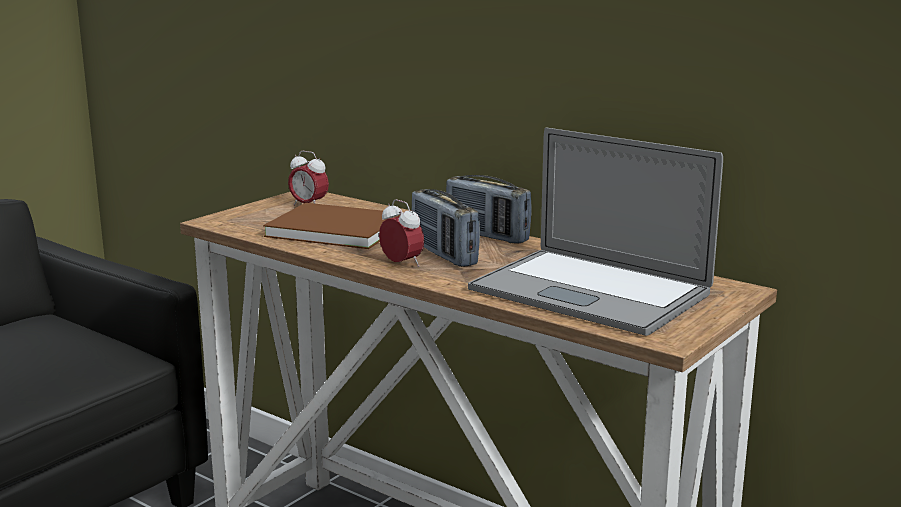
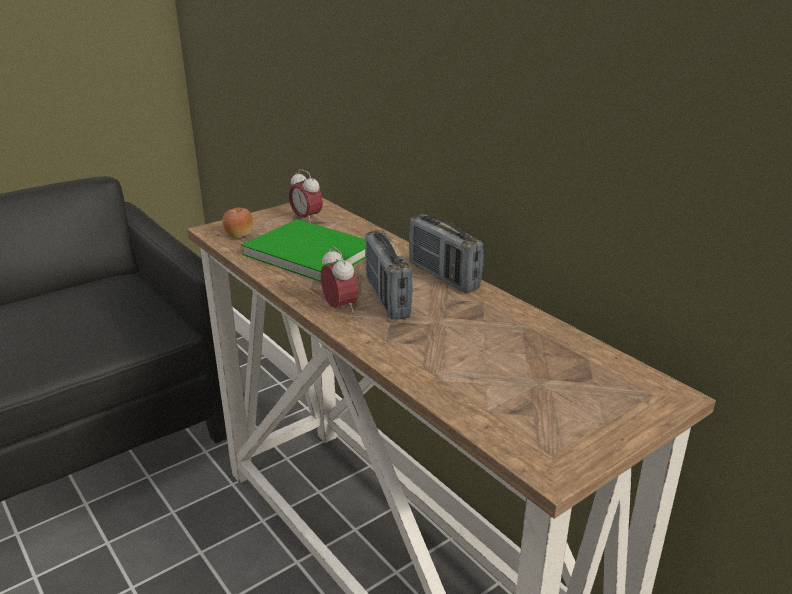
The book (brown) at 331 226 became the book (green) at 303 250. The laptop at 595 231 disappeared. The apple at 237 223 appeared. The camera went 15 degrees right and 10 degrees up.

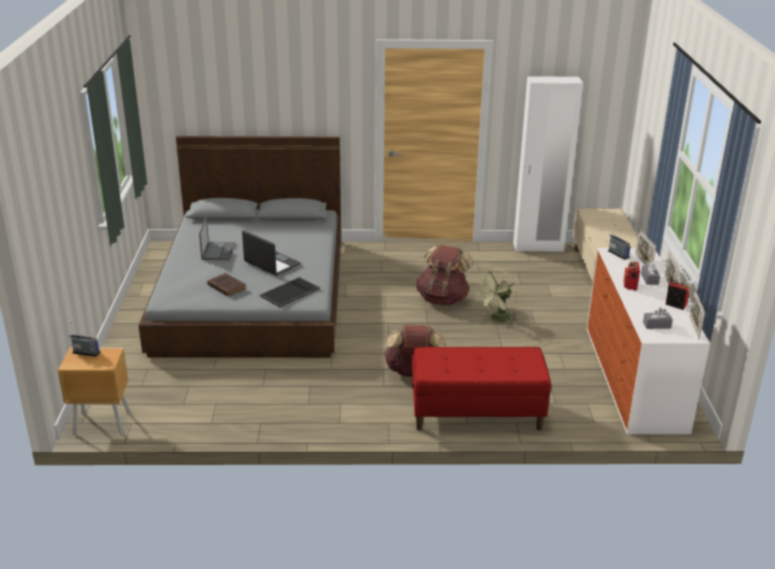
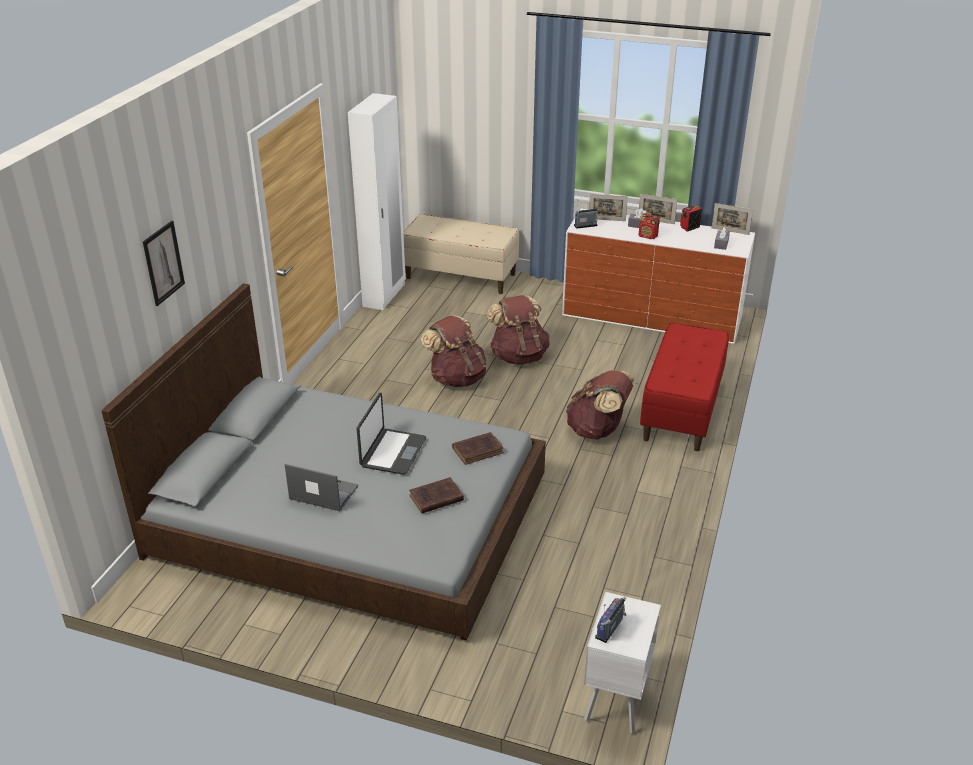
The nightstand (brown) at 94 391 became the nightstand (white) at 622 663. The laptop at 271 253 turned 135 degrees clockwise. The tray at 290 292 was replaced by the book (brown) at 478 448. The fan (green) at 496 297 was replaced by the backpack (brown) at 518 330. The picture at 164 263 appeared. The camera went 70 degrees left and 5 degrees up.

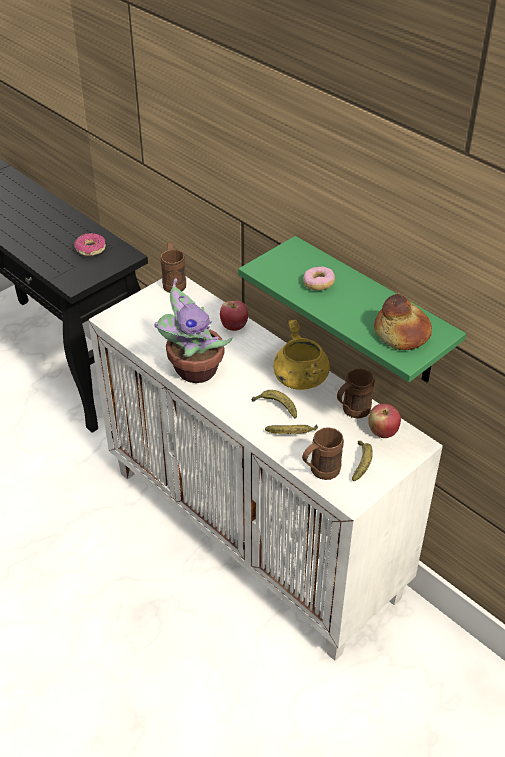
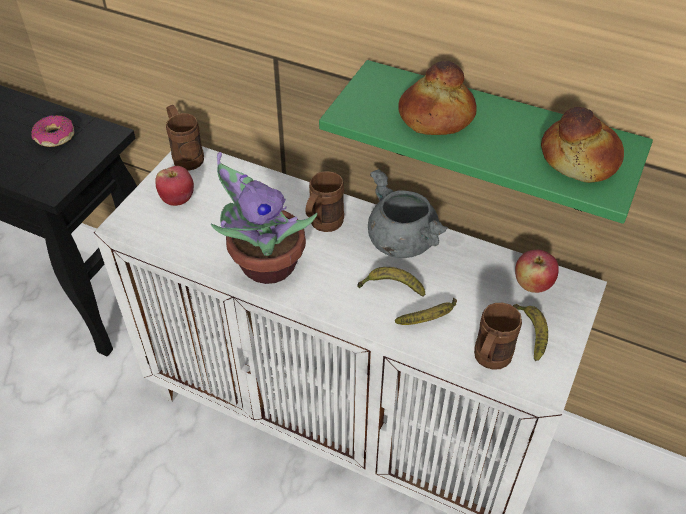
The apple moved from 234 316 to 174 186. The cooking pot (yellow) at 301 355 became the cooking pot (grey) at 408 213. The donut at 319 278 was replaced by the bread at 437 98. The mug (brown) moved from 356 393 to 324 201. The camera went 20 degrees left and 5 degrees up.

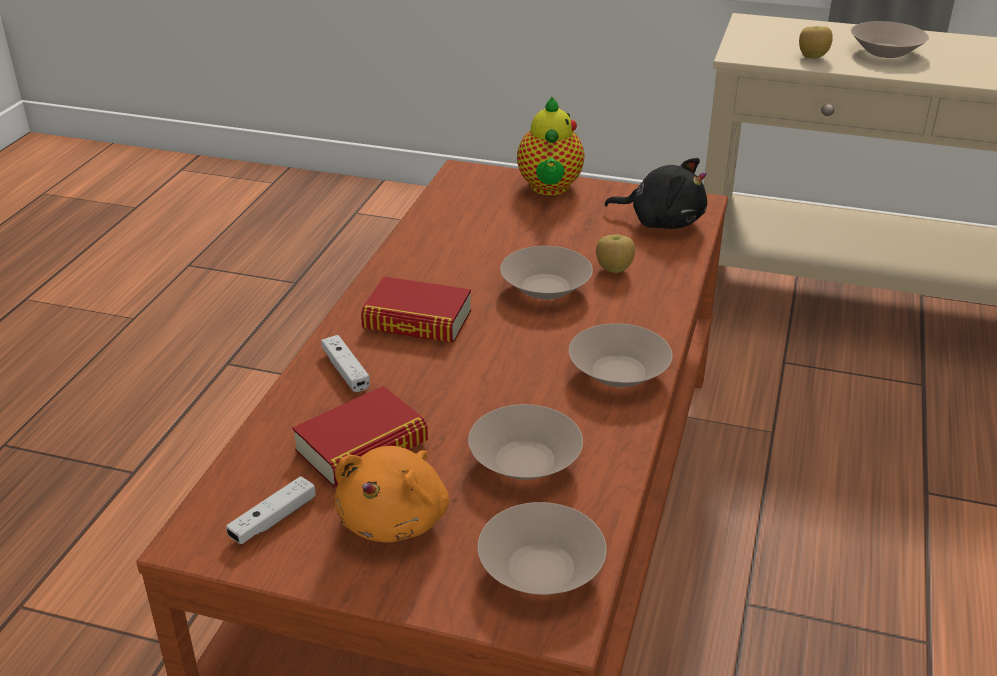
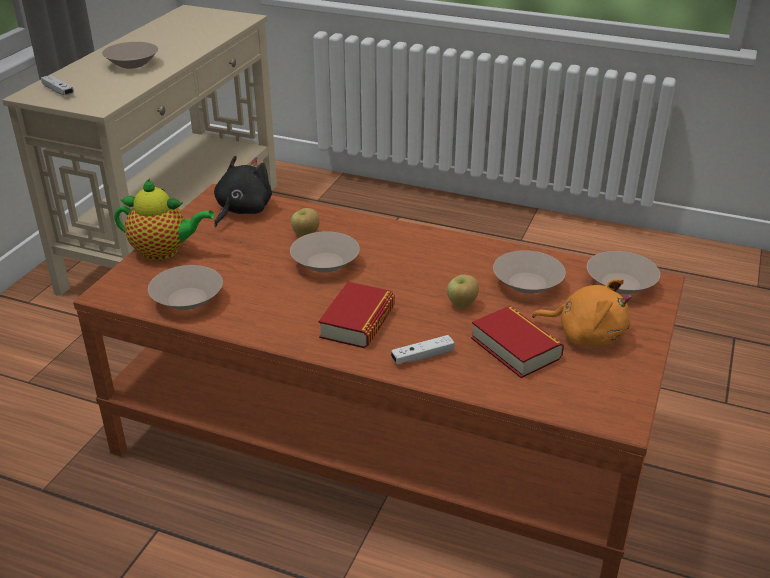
The game controller (white) moved from 271 510 to 57 85. The bowl (beige) moved from 620 355 to 185 287. The apple moved from 816 42 to 463 292. The camera went 85 degrees left and 0 degrees up.

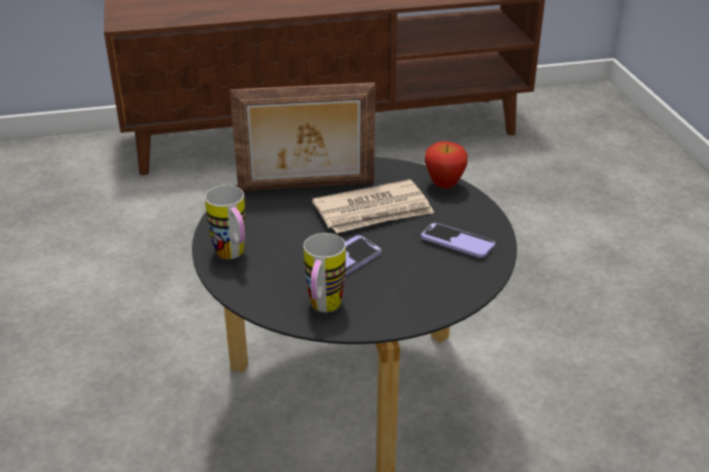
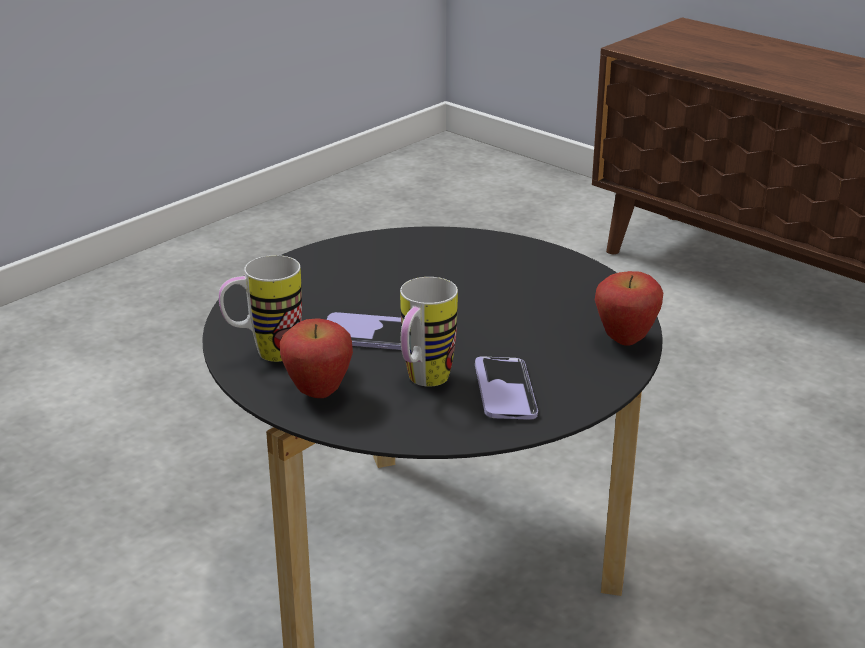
The mug moved from 225 222 to 429 332. The picture frame at 302 136 disappeared. The newspaper at 373 206 disappeared. The apple at 316 358 appeared. The camera went 55 degrees right and 5 degrees down.

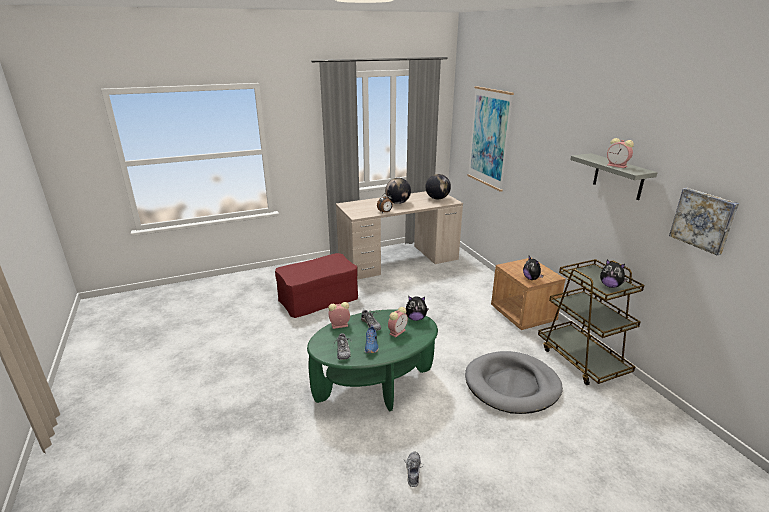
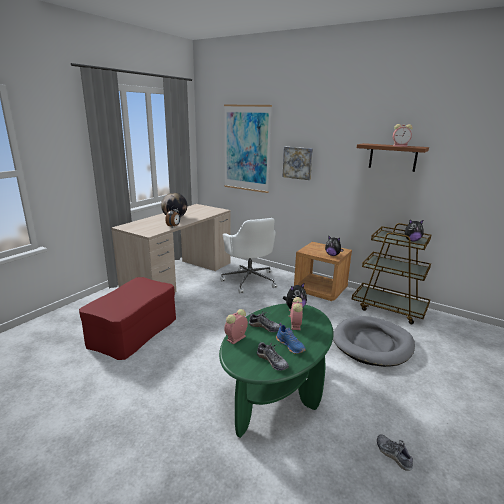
The globe at 438 186 disappeared. The shelf (grey) at 614 176 became the shelf (brown) at 393 157. The picture moved from 704 221 to 297 163. The office chair (white) at 248 256 appeared. The camera went 35 degrees left and 5 degrees down.

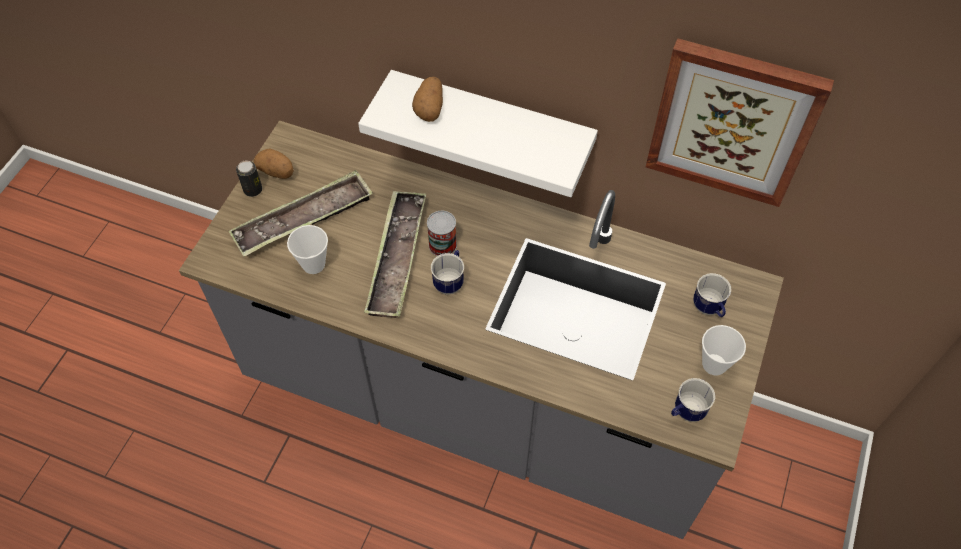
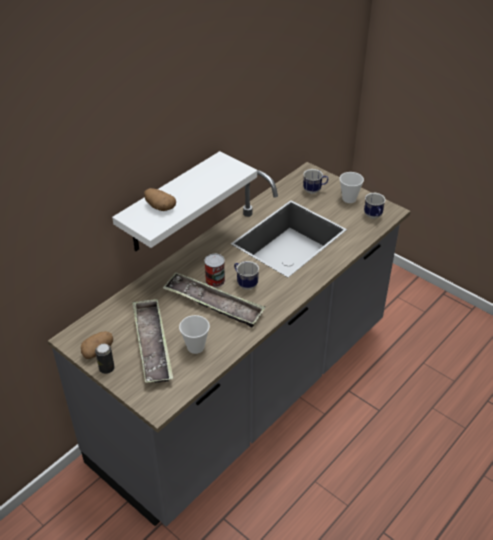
The picture at 740 122 disappeared. The camera went 70 degrees left and 15 degrees down.

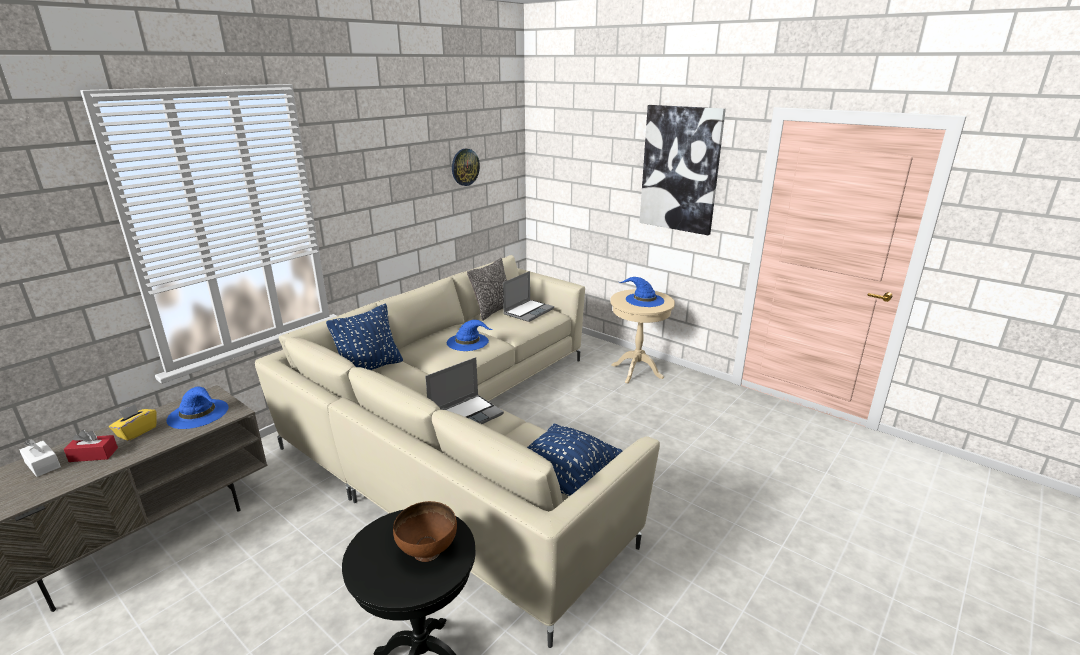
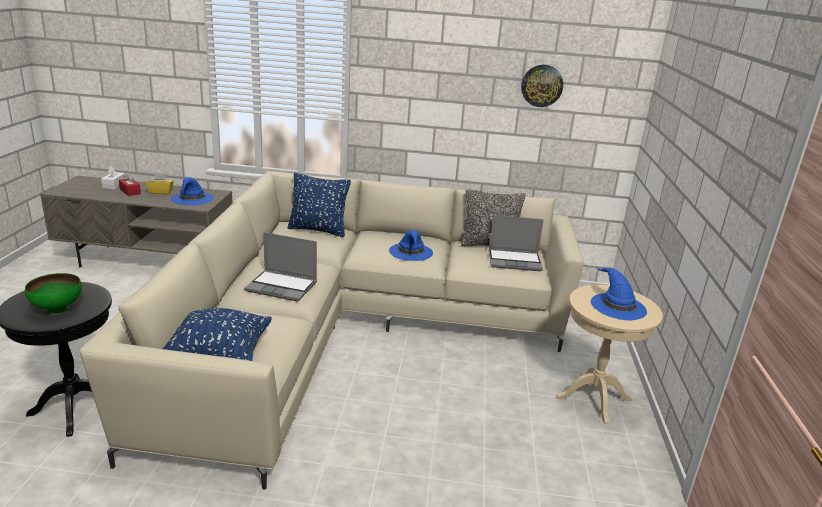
The bowl (brown) at 425 531 became the bowl (green) at 53 294. The picture at 682 170 disappeared. The camera went 55 degrees right and 0 degrees up.

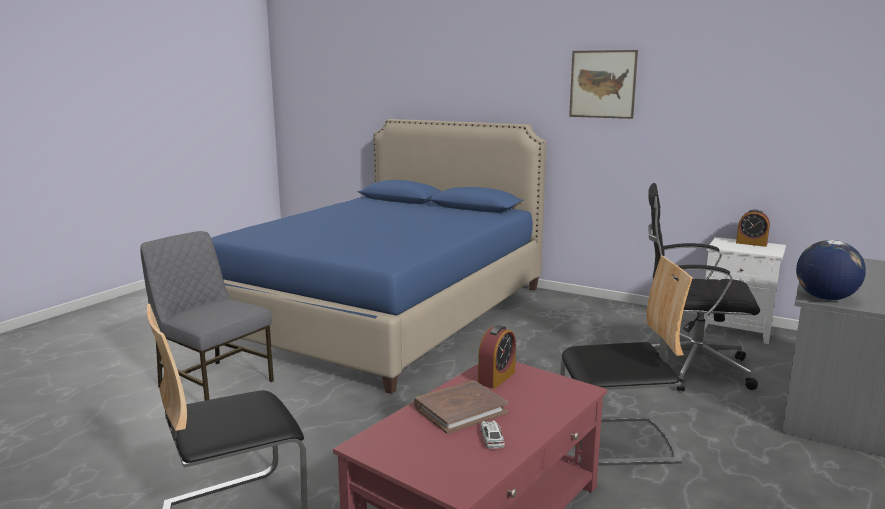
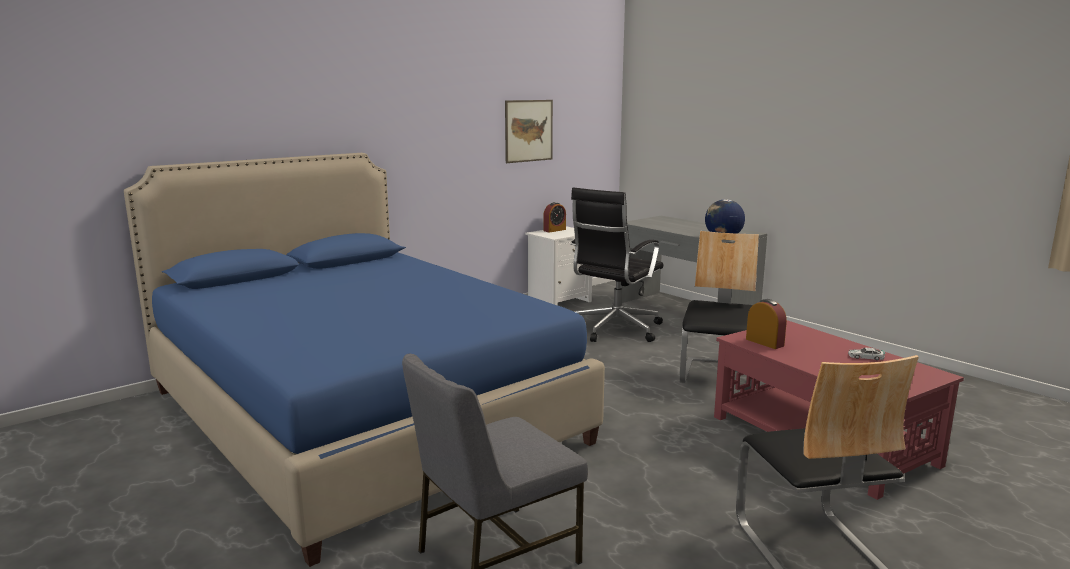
The book (brown) at 461 407 disappeared. The picture moved from 603 84 to 529 131. The camera went 70 degrees left and 0 degrees up.

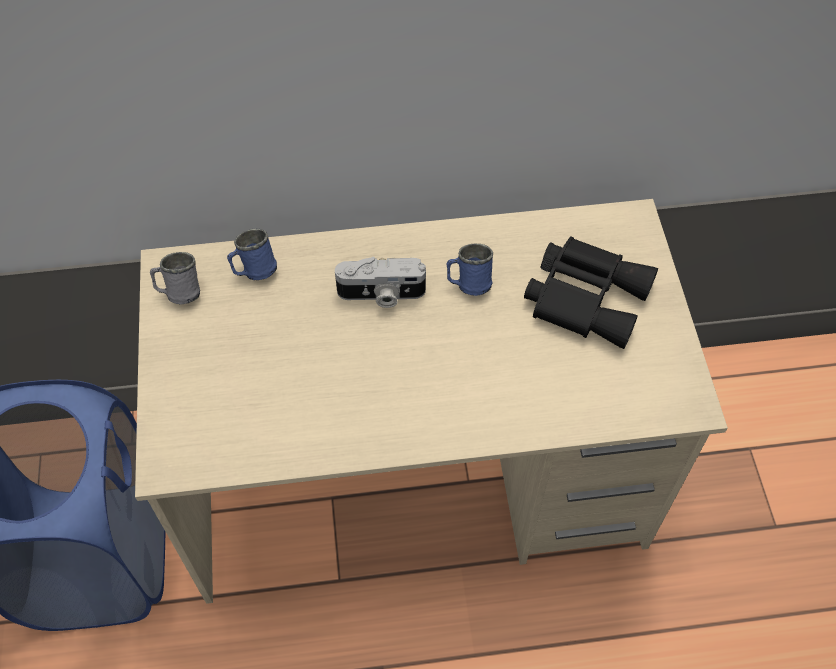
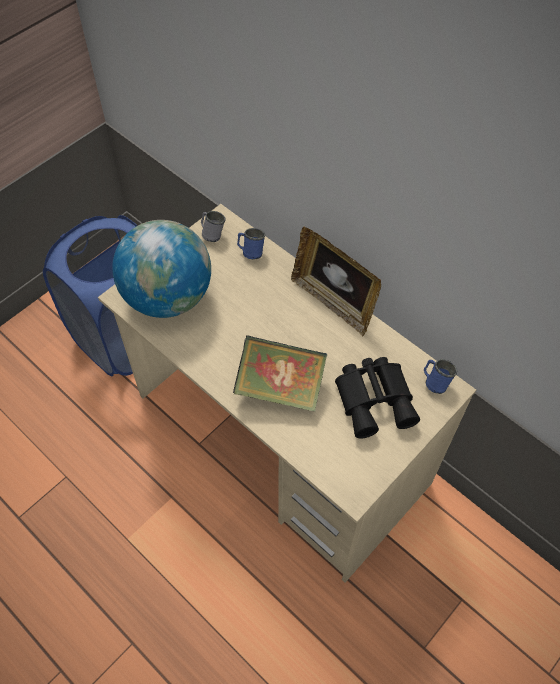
The photo camera at 380 282 disappeared. The mug (blue) moved from 470 269 to 440 376. The globe at 161 269 appeared. The book at 280 373 appeared. The picture frame at 336 282 appeared. The camera went 50 degrees right and 0 degrees up.

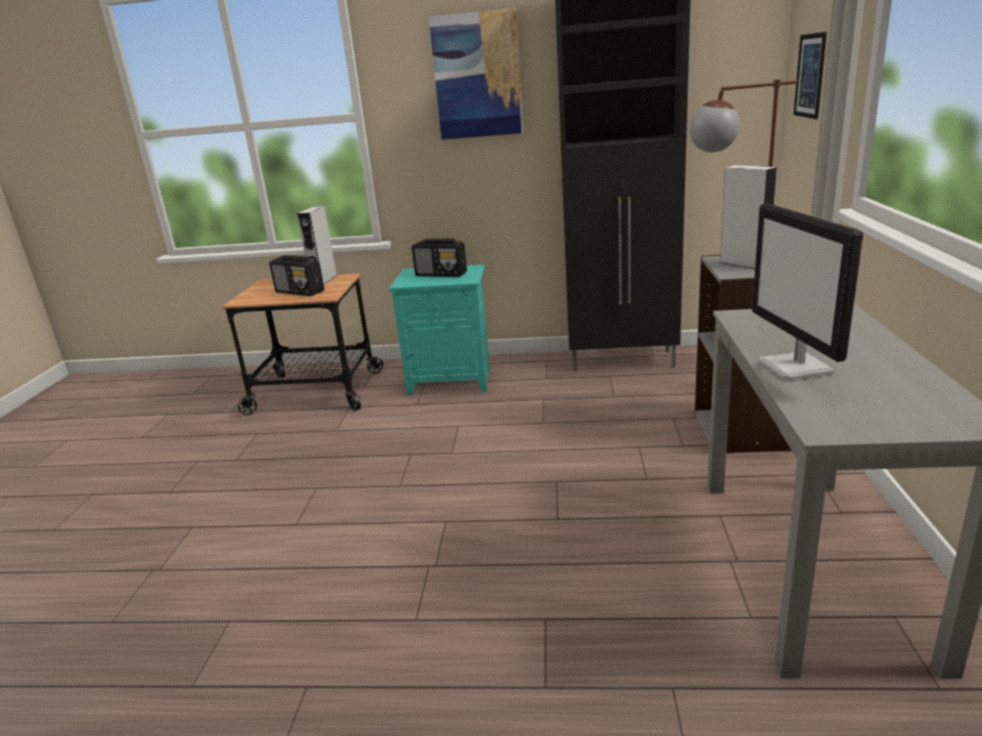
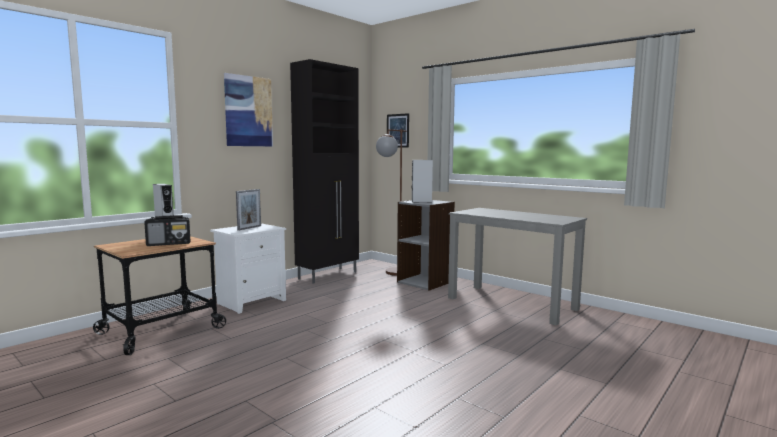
The nightstand (turquoise) at 439 329 became the nightstand (white) at 248 268. The radio at 439 257 was replaced by the picture frame at 248 210. The monitor at 807 292 disappeared. The camera went 55 degrees left and 15 degrees down.

